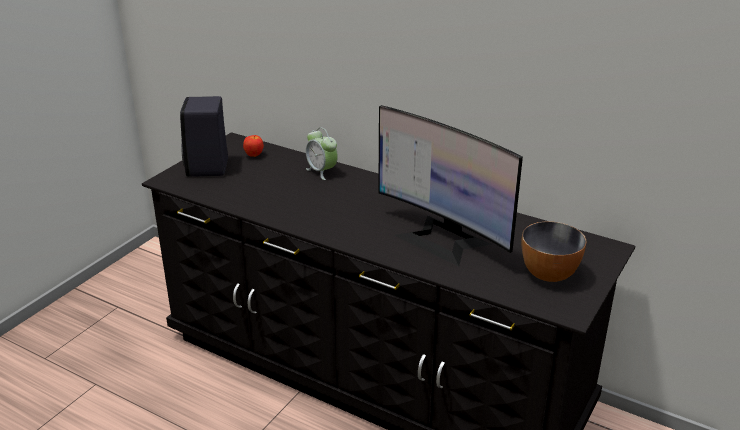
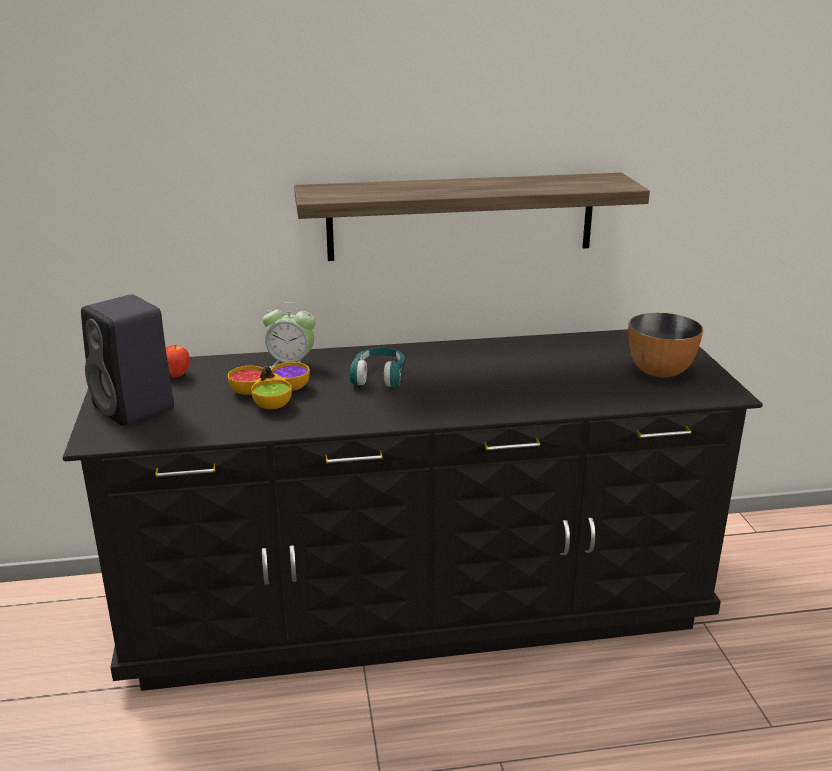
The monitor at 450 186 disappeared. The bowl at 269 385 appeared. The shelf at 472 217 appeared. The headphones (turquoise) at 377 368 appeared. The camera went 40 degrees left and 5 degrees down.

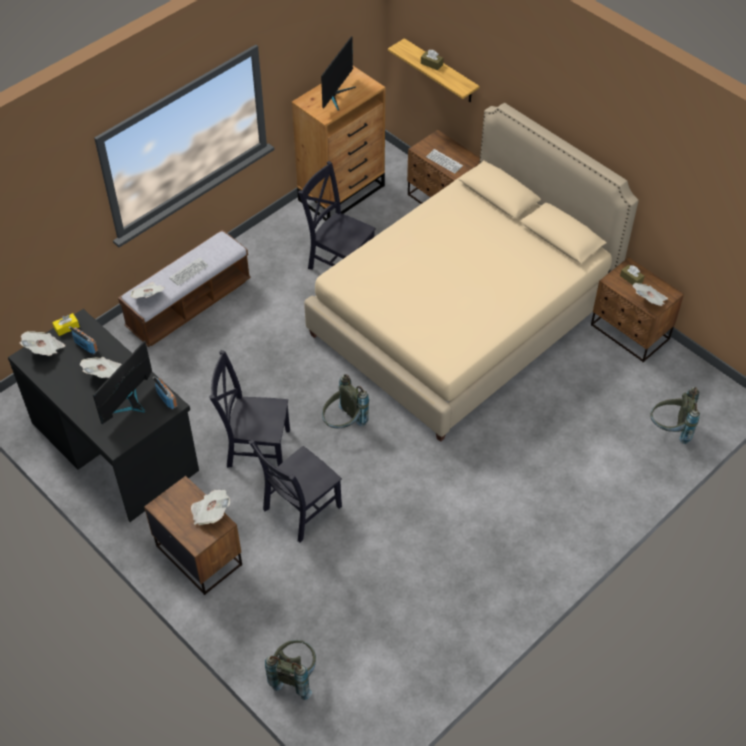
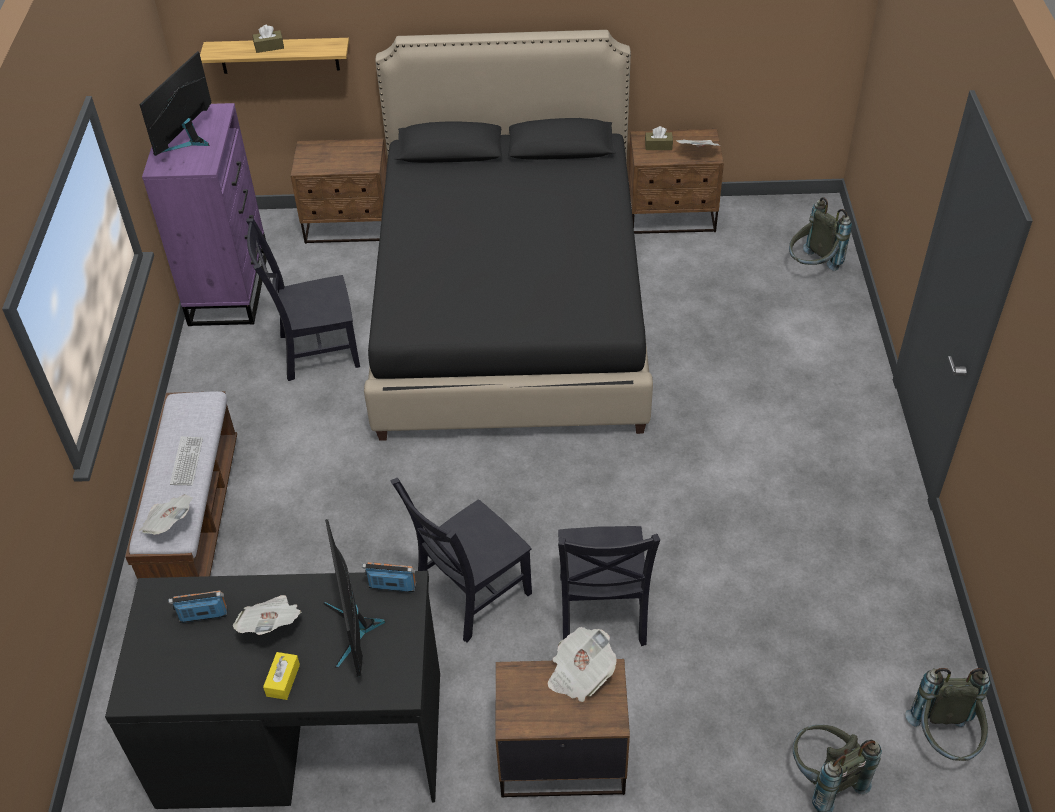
The newspaper at 42 343 disappeared. The tissue box (yellow) moved from 66 324 to 281 676. The dresser (brown) at 339 143 became the dresser (purple) at 204 214. The bed (beige) at 471 272 became the bed (black) at 508 235. The monitor at 338 73 turned 135 degrees counterclockwise. The backpack (grey) moved from 345 401 to 947 714. The keyboard at 444 161 disappeared. The camera went 45 degrees left and 5 degrees down.

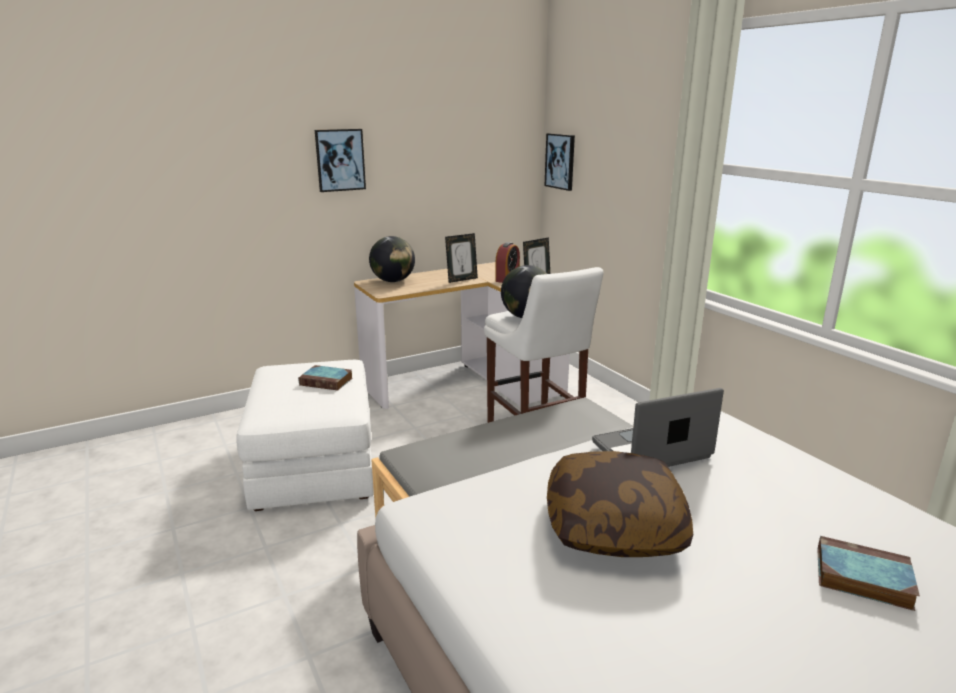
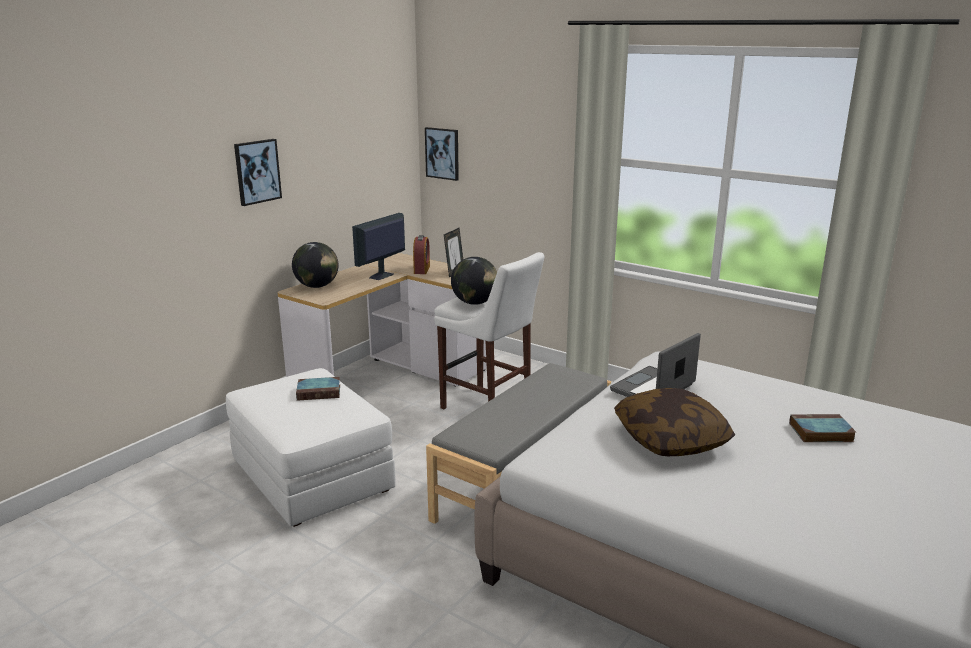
The picture frame at 461 258 was replaced by the monitor at 378 246. The camera went 25 degrees left and 0 degrees up.

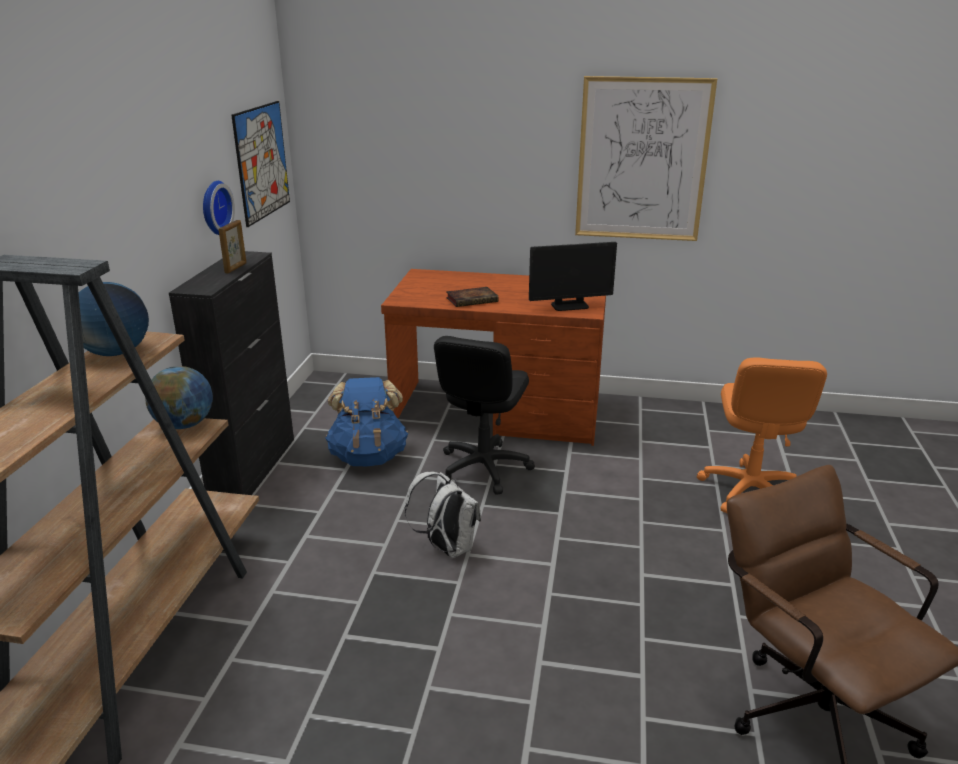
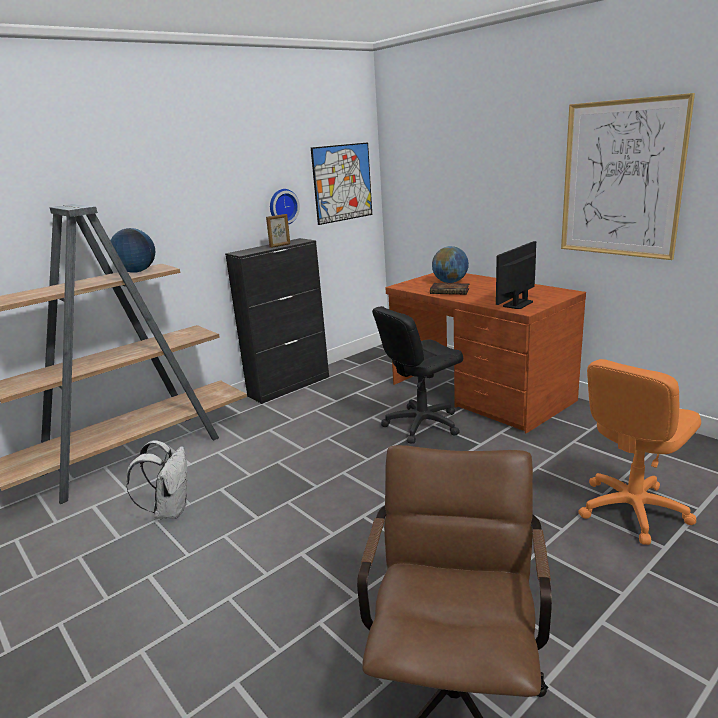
The globe moved from 179 397 to 450 264. The backpack (blue) at 367 421 disappeared. The backpack (white) moved from 443 515 to 157 479. The monitor at 573 276 turned 105 degrees clockwise. The camera went 40 degrees right and 5 degrees down.

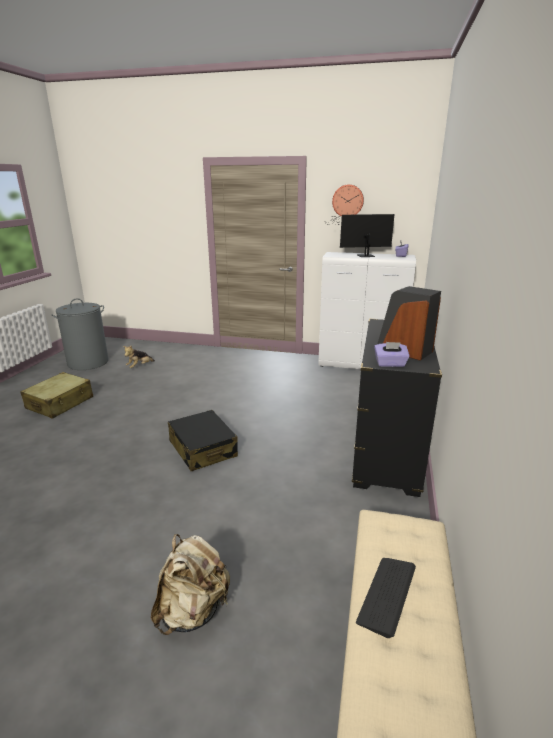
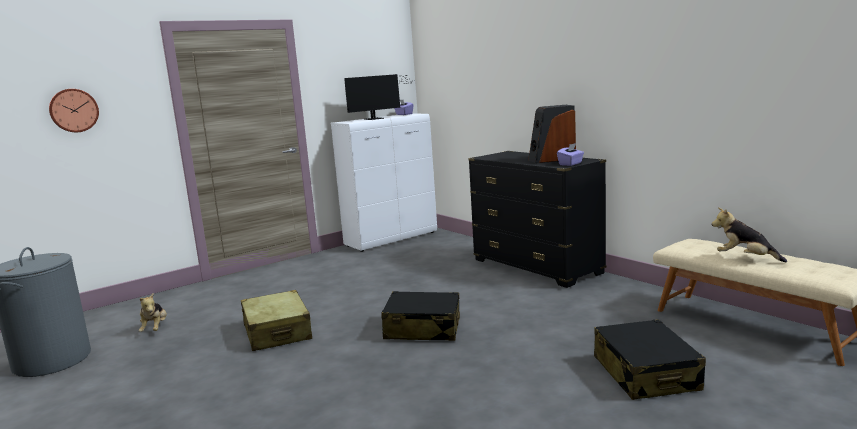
The suitcase (beige) moved from 56 395 to 276 320. The backpack (beige) at 190 584 was replaced by the suitcase (black) at 650 359. The monitor at 361 235 turned 150 degrees counterclockwise. The wall clock moved from 348 200 to 74 110. The keyboard at 386 598 was replaced by the plush toy at 749 234. The camera went 50 degrees left and 10 degrees down.

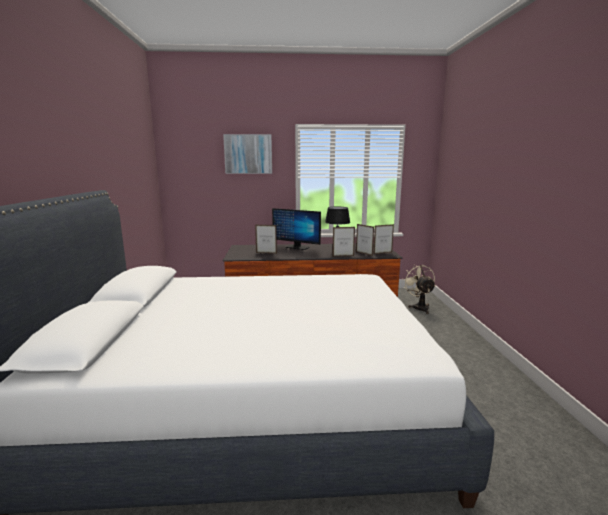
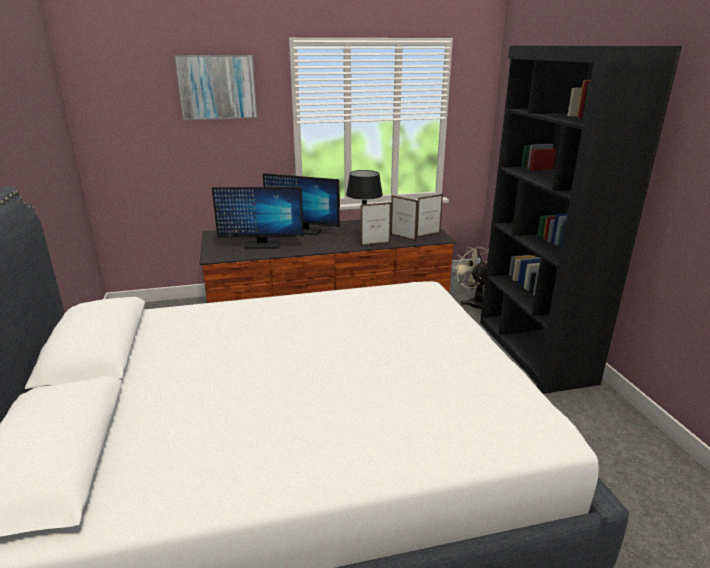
The picture frame at 266 239 was replaced by the monitor at 258 218. The bookcase (black) at 581 220 appeared. The camera went 10 degrees left and 10 degrees up.

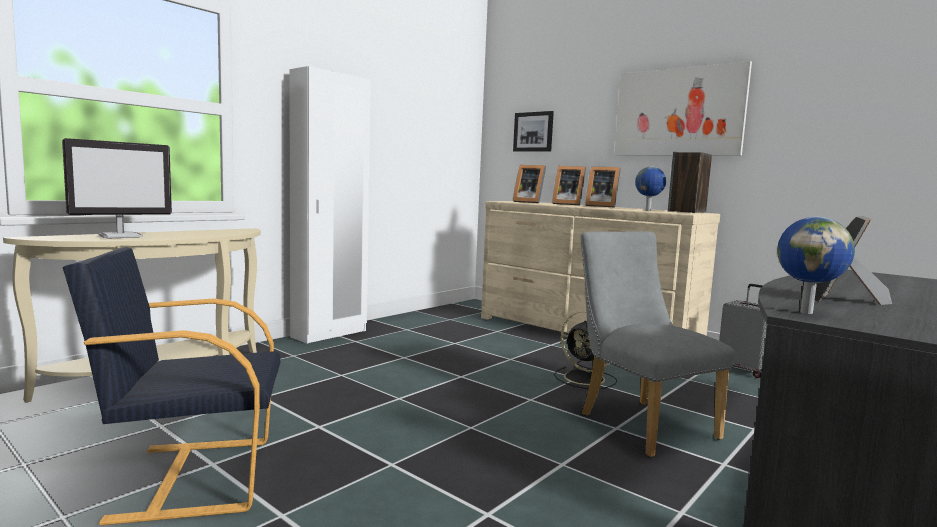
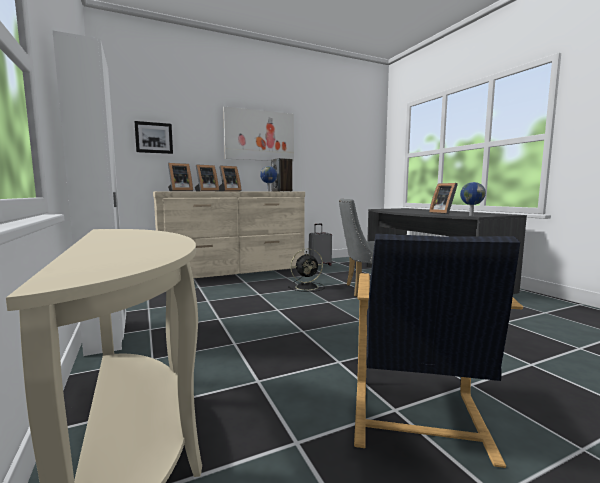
The monitor at 117 188 disappeared. The camera went 65 degrees left and 0 degrees up.

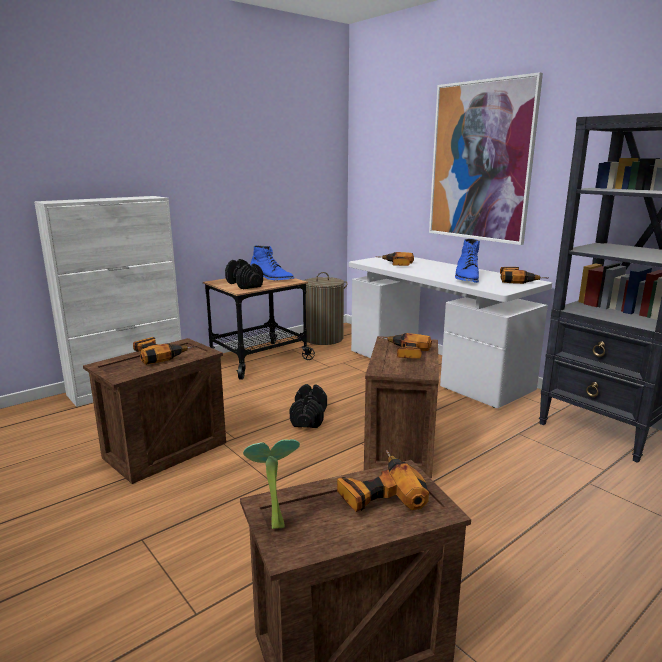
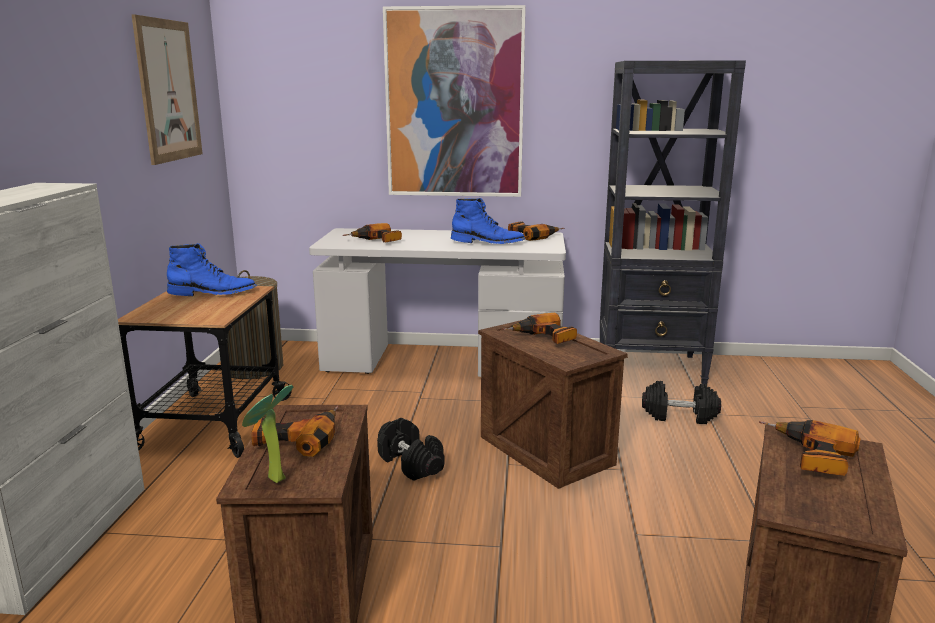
The dumbbell (black) moved from 244 274 to 681 402. The potted plant moved from 271 484 to 267 434. The boot (blue) at 467 261 turned 45 degrees counterclockwise. The picture at 167 89 appeared. The camera went 45 degrees left and 0 degrees up.

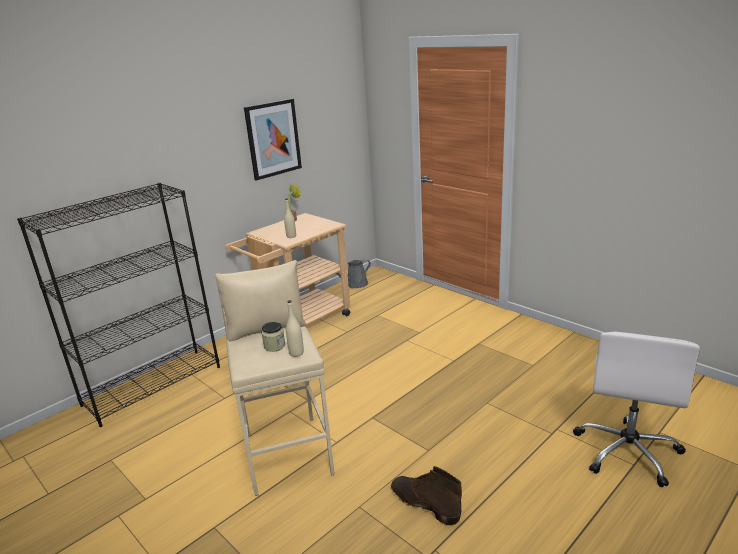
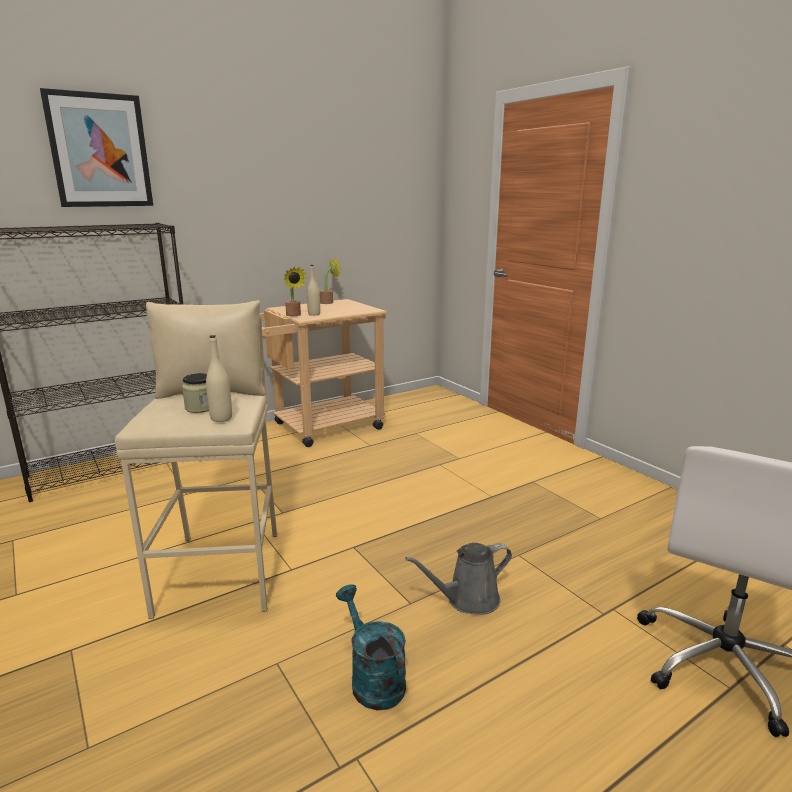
The picture moved from 273 140 to 96 147. The watering can (grey) moved from 353 273 to 458 579. The boot (brown) at 426 495 was replaced by the watering can (turquoise) at 371 647. The potted plant at 296 291 appeared. The camera went 10 degrees right and 5 degrees down.

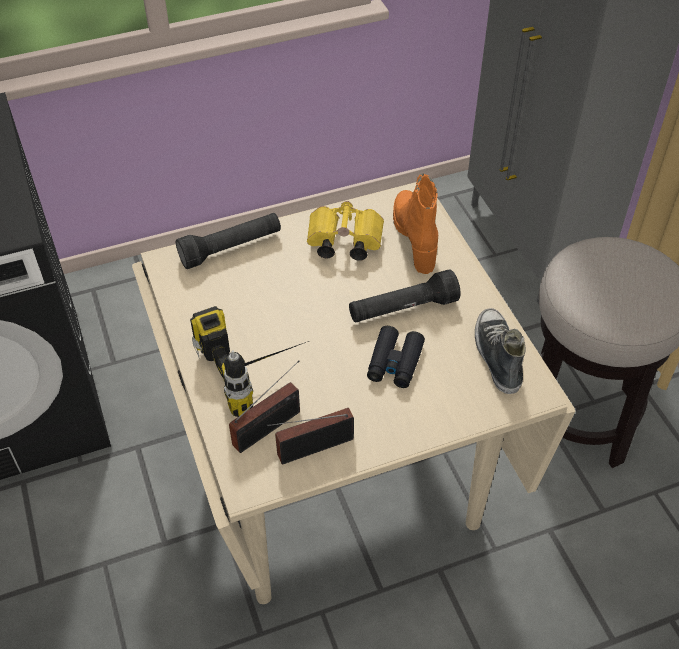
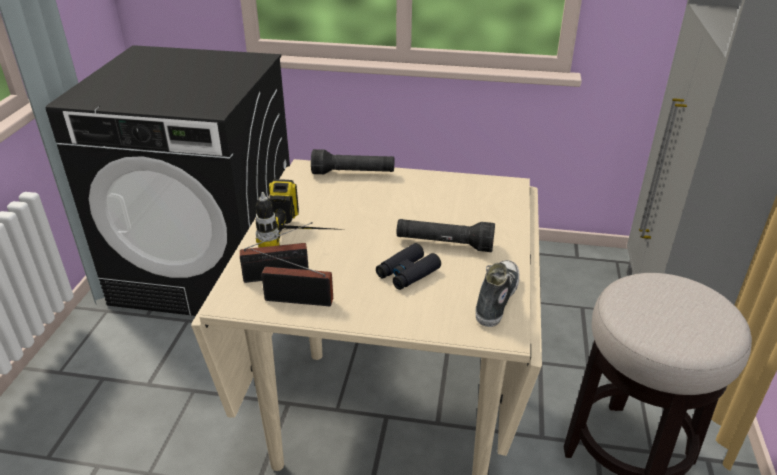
The binoculars (yellow) at 345 231 disappeared. The boot (orange) at 415 223 disappeared. The camera went 30 degrees right and 15 degrees down.

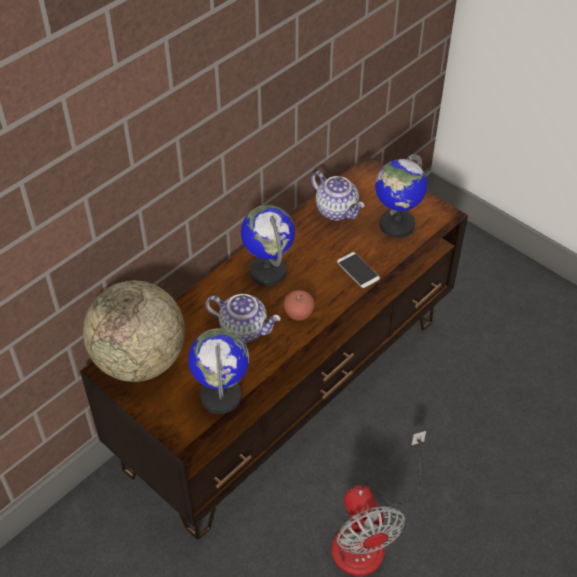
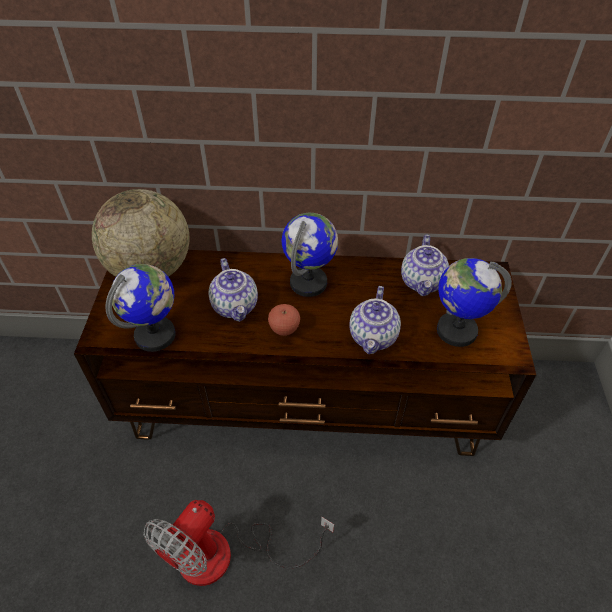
The phone at 358 270 was replaced by the teapot at 375 320. The camera went 50 degrees right and 0 degrees up.

